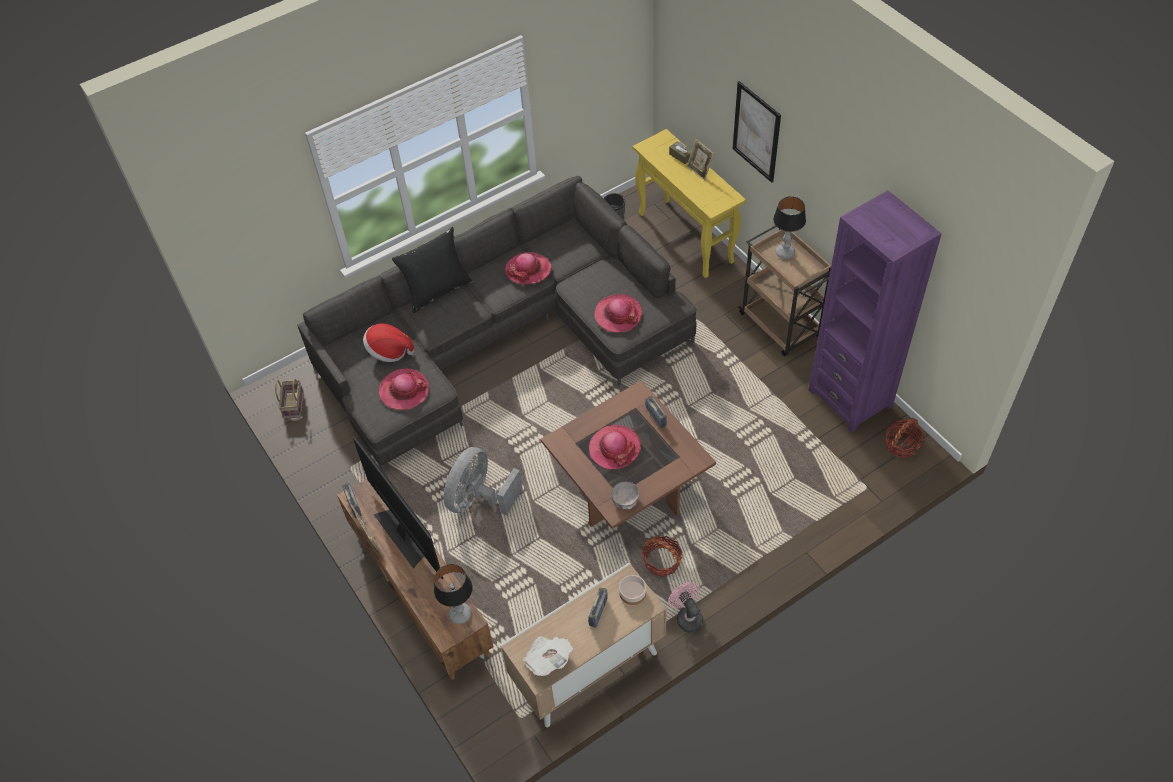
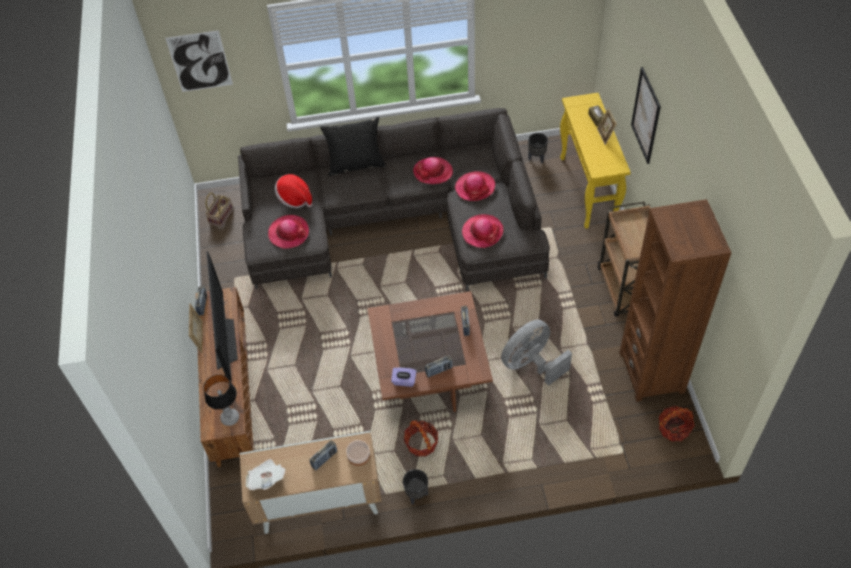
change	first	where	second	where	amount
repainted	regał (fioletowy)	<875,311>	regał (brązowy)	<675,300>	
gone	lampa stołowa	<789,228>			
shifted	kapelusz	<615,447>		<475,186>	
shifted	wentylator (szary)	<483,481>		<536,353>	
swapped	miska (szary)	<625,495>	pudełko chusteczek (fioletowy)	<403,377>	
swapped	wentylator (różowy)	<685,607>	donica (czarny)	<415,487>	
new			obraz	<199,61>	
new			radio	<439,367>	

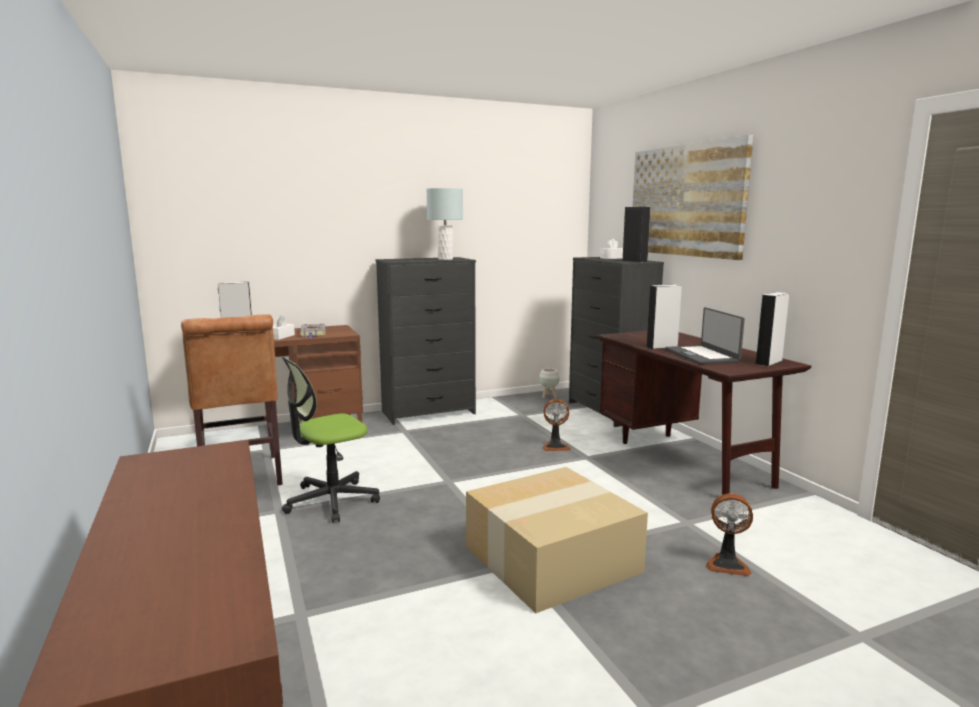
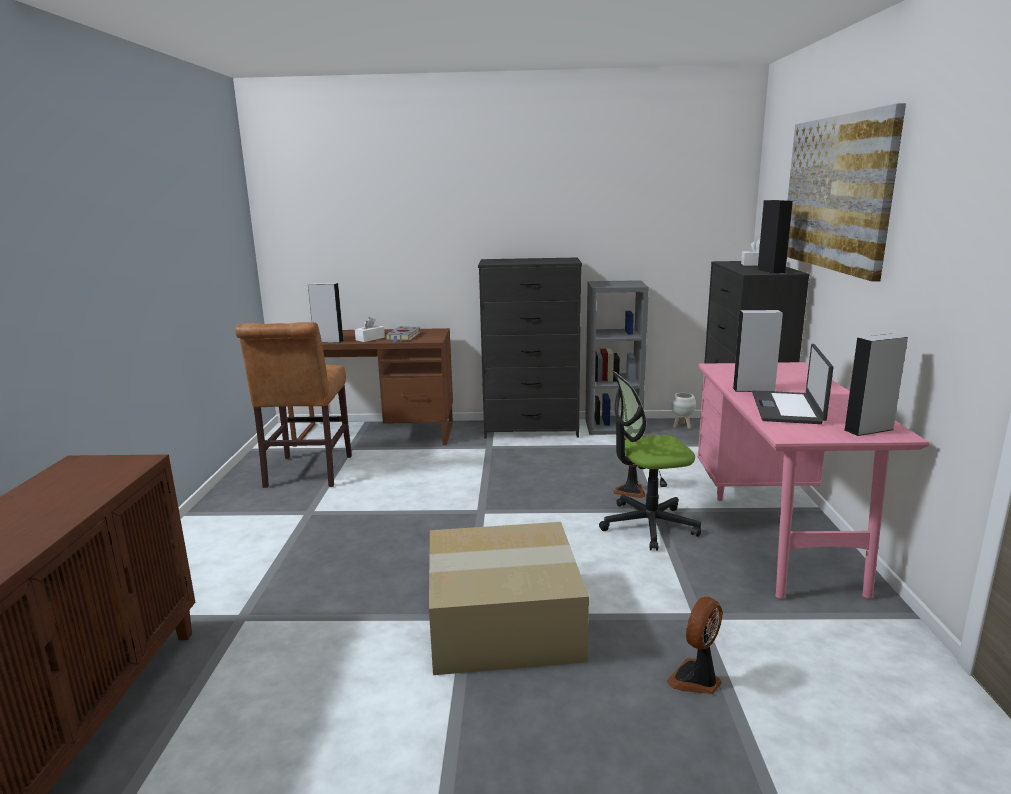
change	first	where	second	where	amount
gone	lampa stołowa (szary)	<445,224>			
repainted	biurko (brązowy)	<704,413>	biurko (różowy)	<813,480>	
shifted	krzesło biurowe	<331,439>		<650,461>	
rotated	wentylator	<729,534>		<694,645>	90 degrees clockwise
new			regał (szary)	<617,357>	

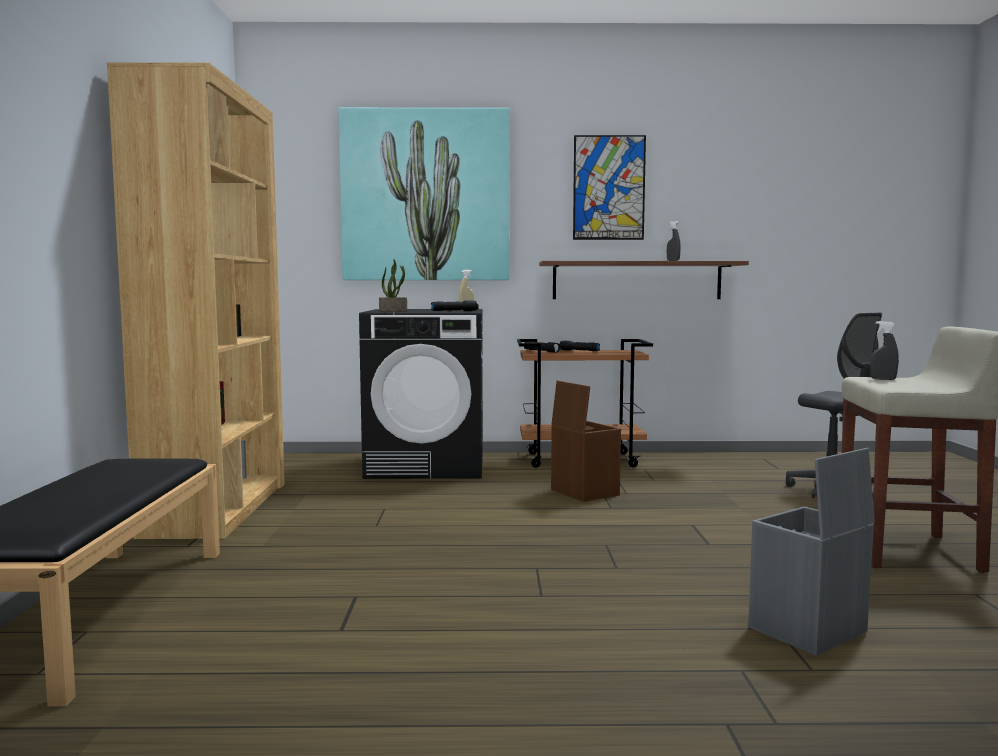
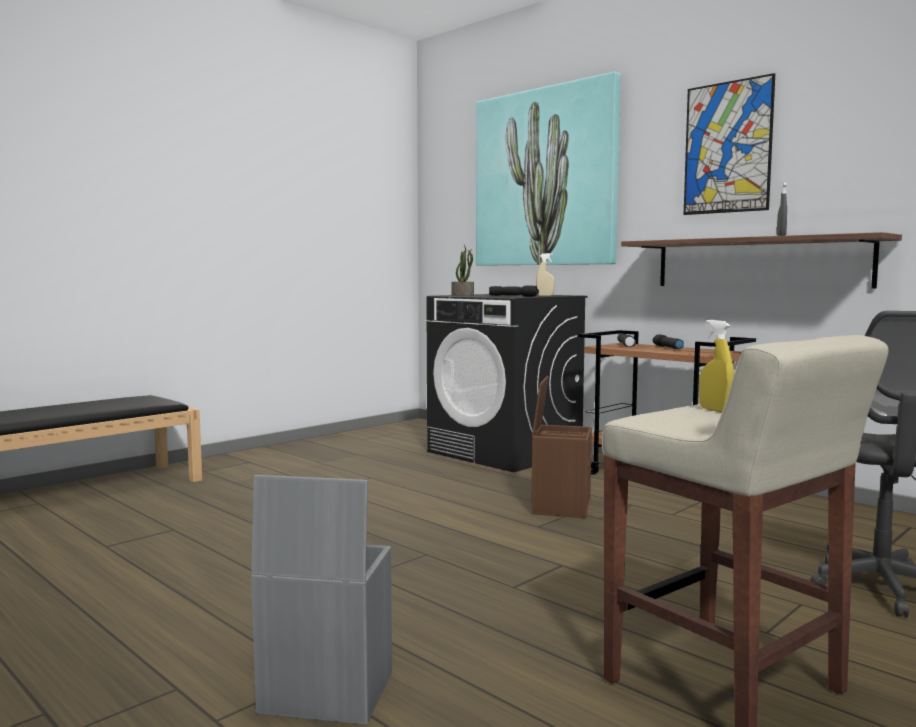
change	first	where	second	where	amount
gone	regał (brązowy)	<196,300>			
repainted	spryskiwacz (szary)	<884,350>	spryskiwacz (żółty)	<716,366>	

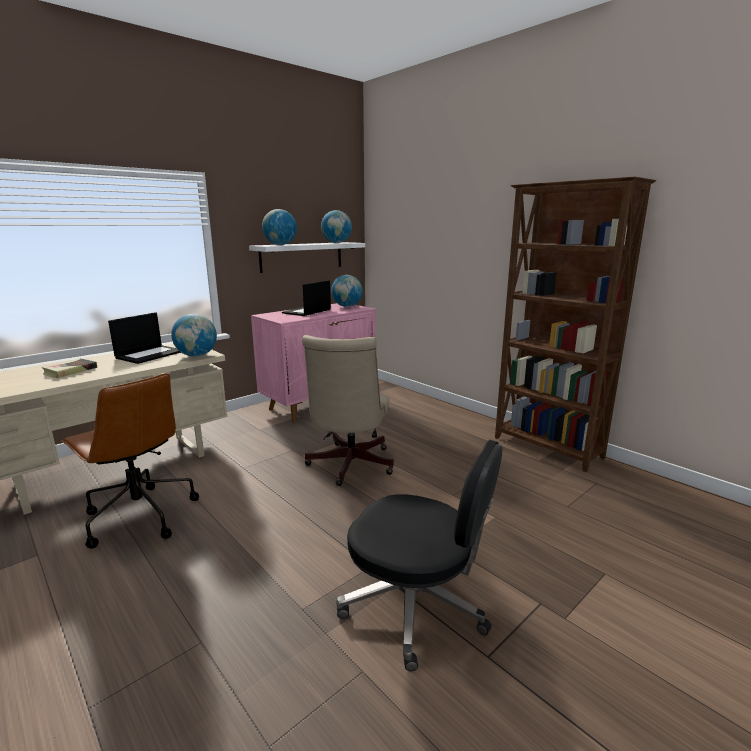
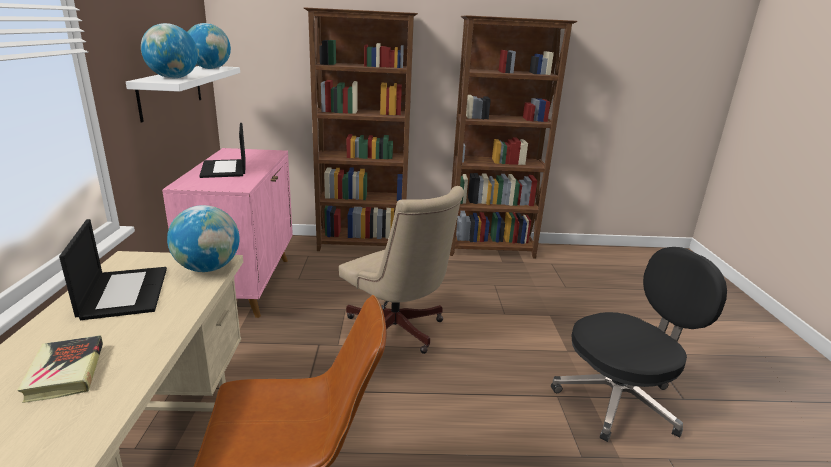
change	first	where	second	where	amount
gone	globus	<347,291>			
new			regał (brązowy)	<361,129>	

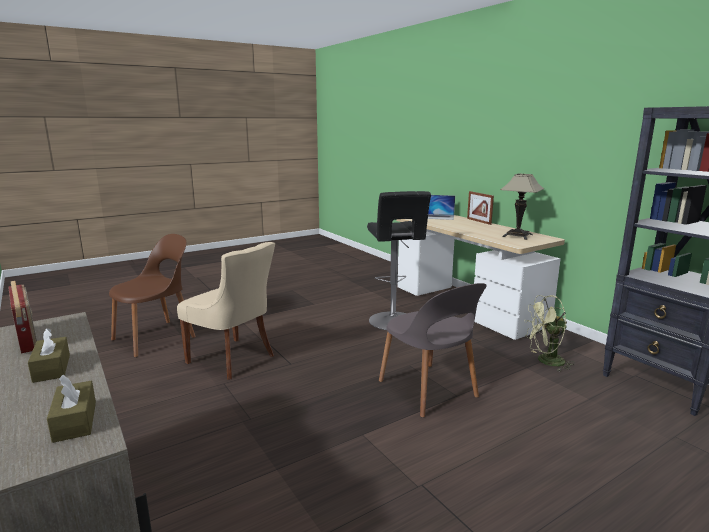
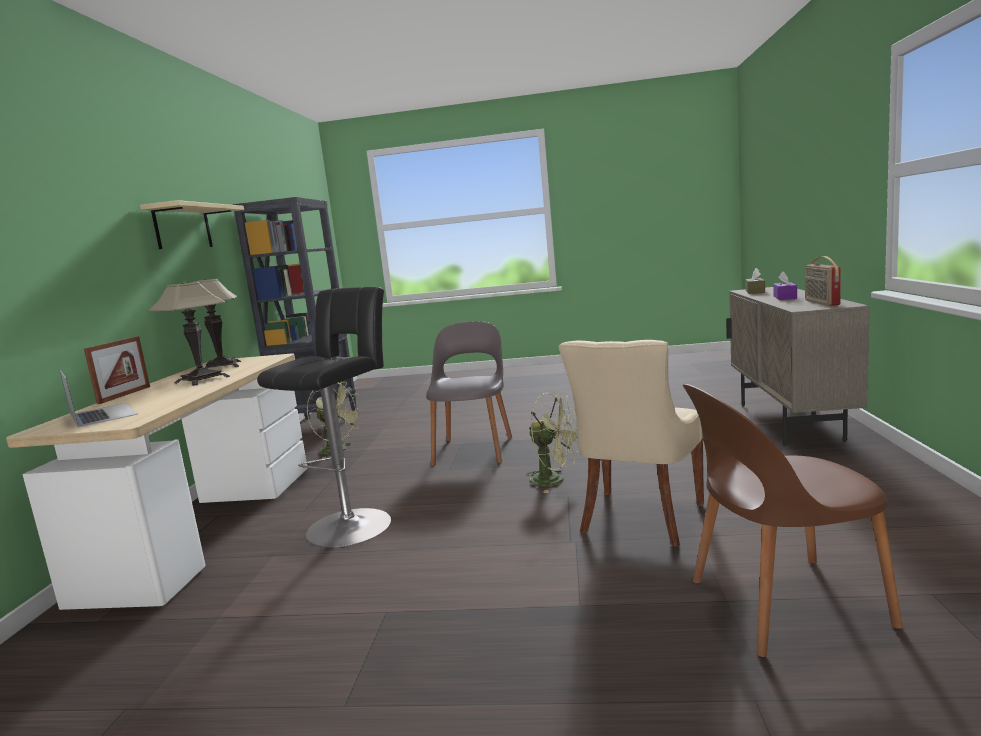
change	first	where	second	where	amount
rotated	krzesło (beżowy)	<226,311>		<631,443>	135 degrees counterclockwise
repainted	pudełko chusteczek (brązowy)	<49,355>	pudełko chusteczek (fioletowy)	<785,285>	
new			półka (beżowy)	<192,224>	
new			lampa stołowa	<189,334>	
new			wentylator (zielony)	<552,443>	

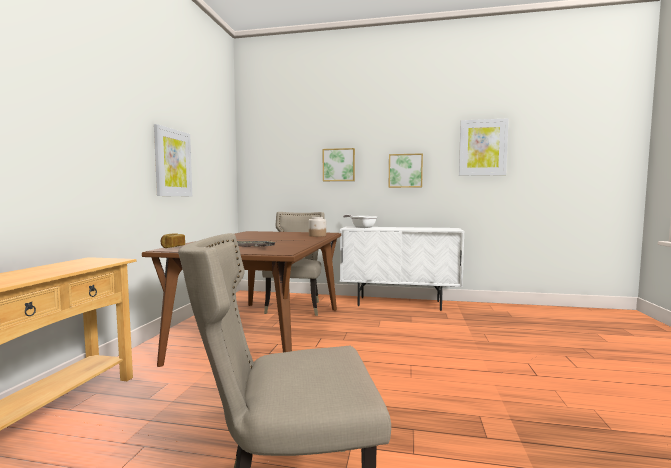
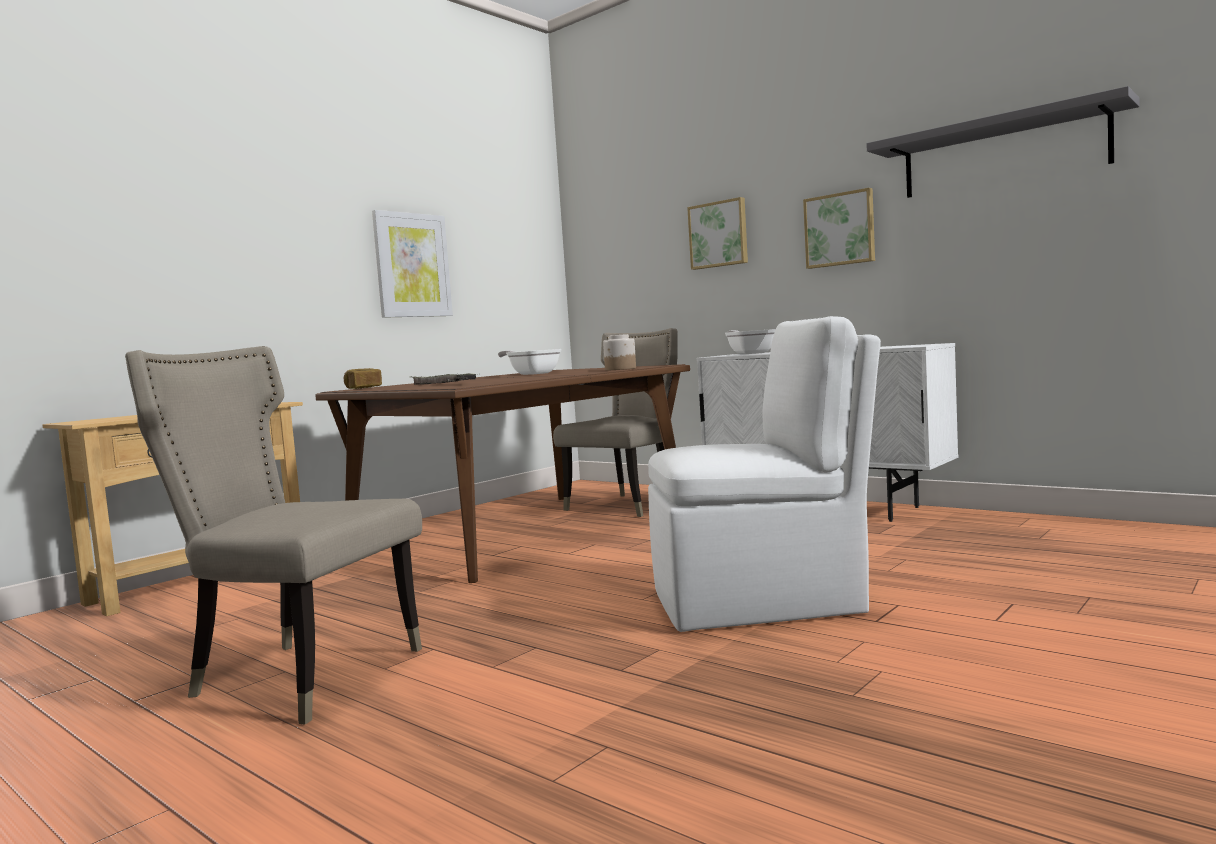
change	first	where	second	where	amount
swapped	obraz	<484,147>	półka (szary)	<1003,142>	
new			krzesło (biały)	<764,474>	
new			patelnia	<529,362>	

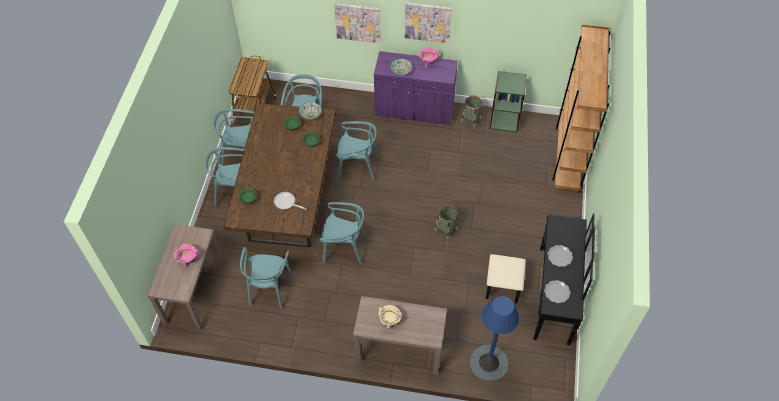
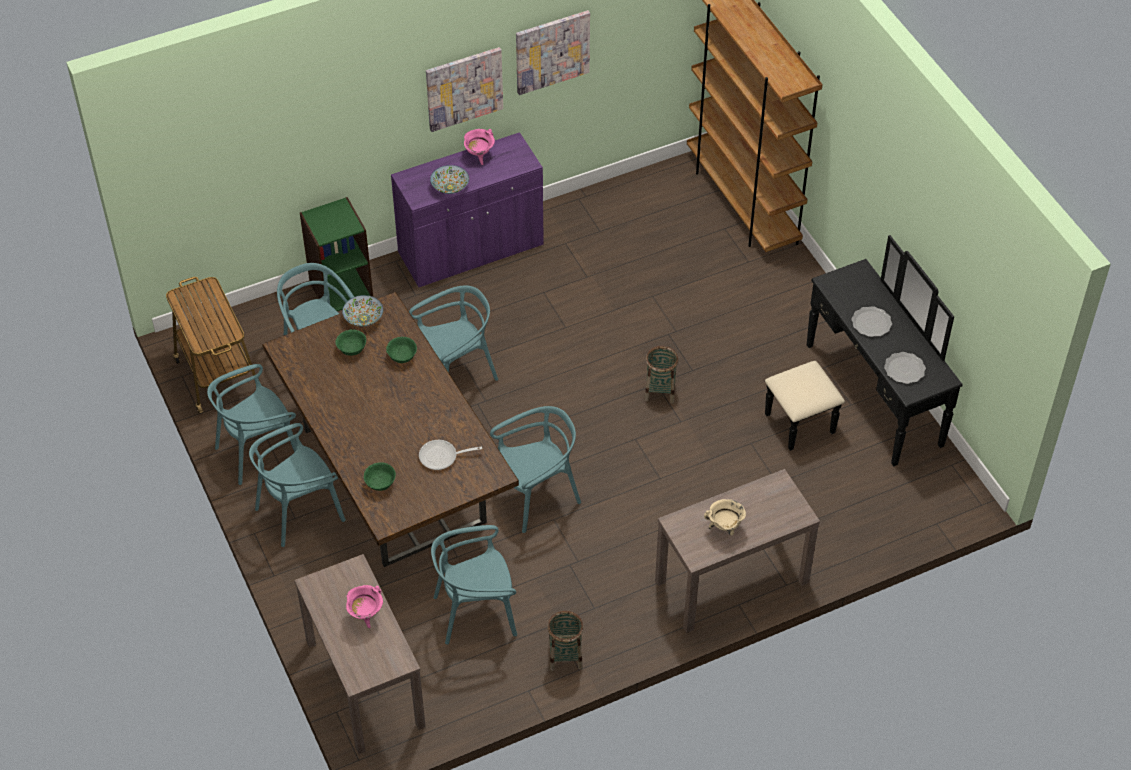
change	first	where	second	where	amount
shifted	obraz	<357,23>		<553,52>	
shifted	regał (zielony)	<508,101>		<336,254>	
shifted	koszyk	<471,111>		<566,641>	
rotated	krzesło (turkusowy)	<266,278>		<474,585>	105 degrees clockwise
gone	lampa stojąca (niebieski)	<494,338>			

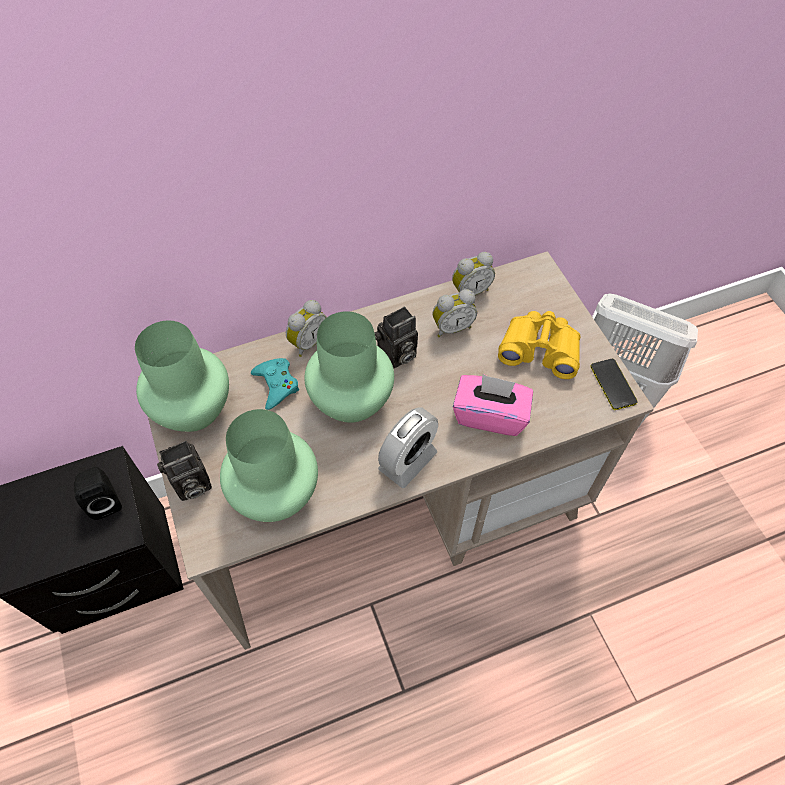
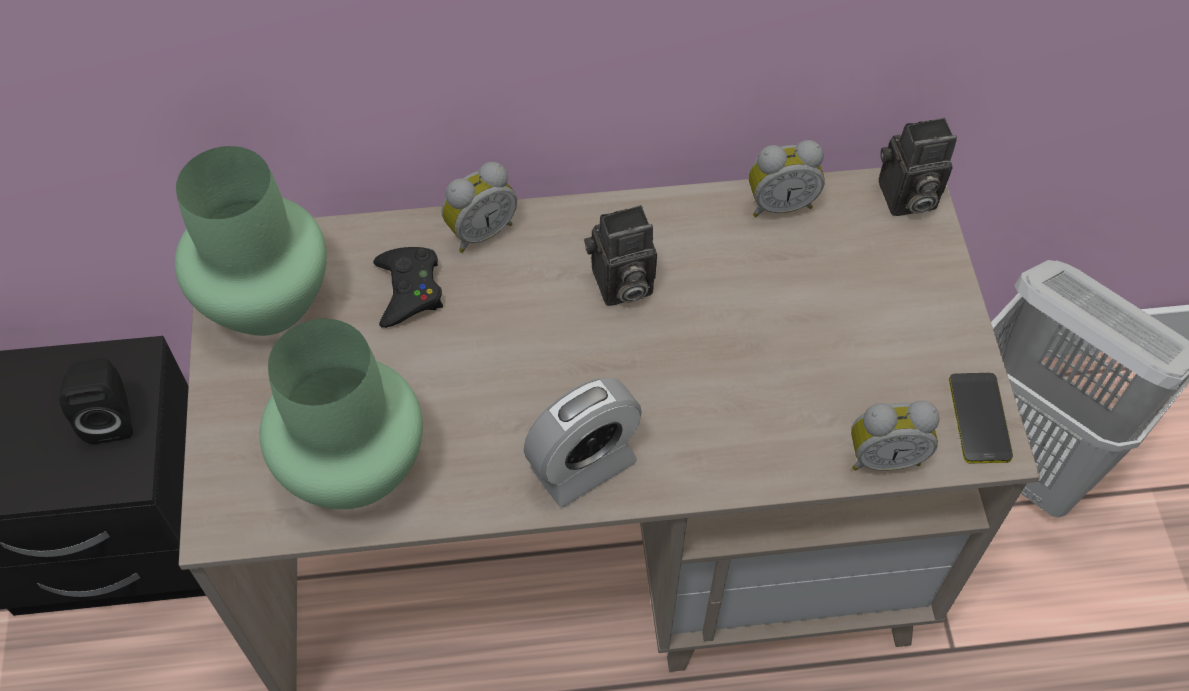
change	first	where	second	where	amount
shifted	budzik	<454,313>		<895,435>	
gone	wazon (zielony)	<349,367>			
gone	lornetka (żółty)	<539,345>			
repainted	pad do gier (turkusowy)	<275,384>	pad do gier (czarny)	<408,287>	
gone	pudełko chusteczek (różowy)	<493,405>			
shifted	aparat fotograficzny	<184,471>		<918,167>	

